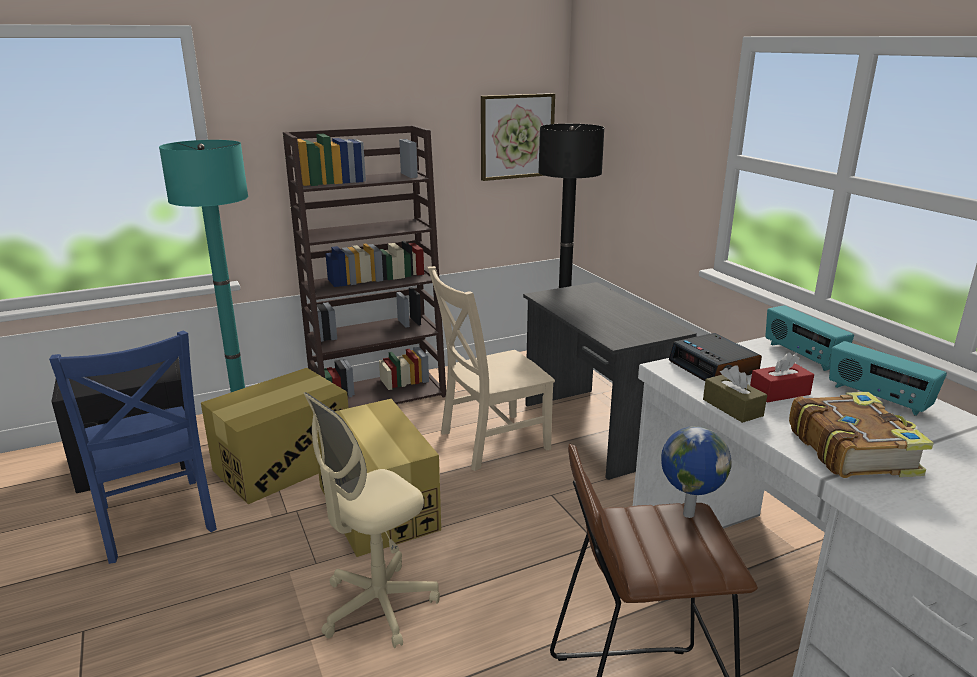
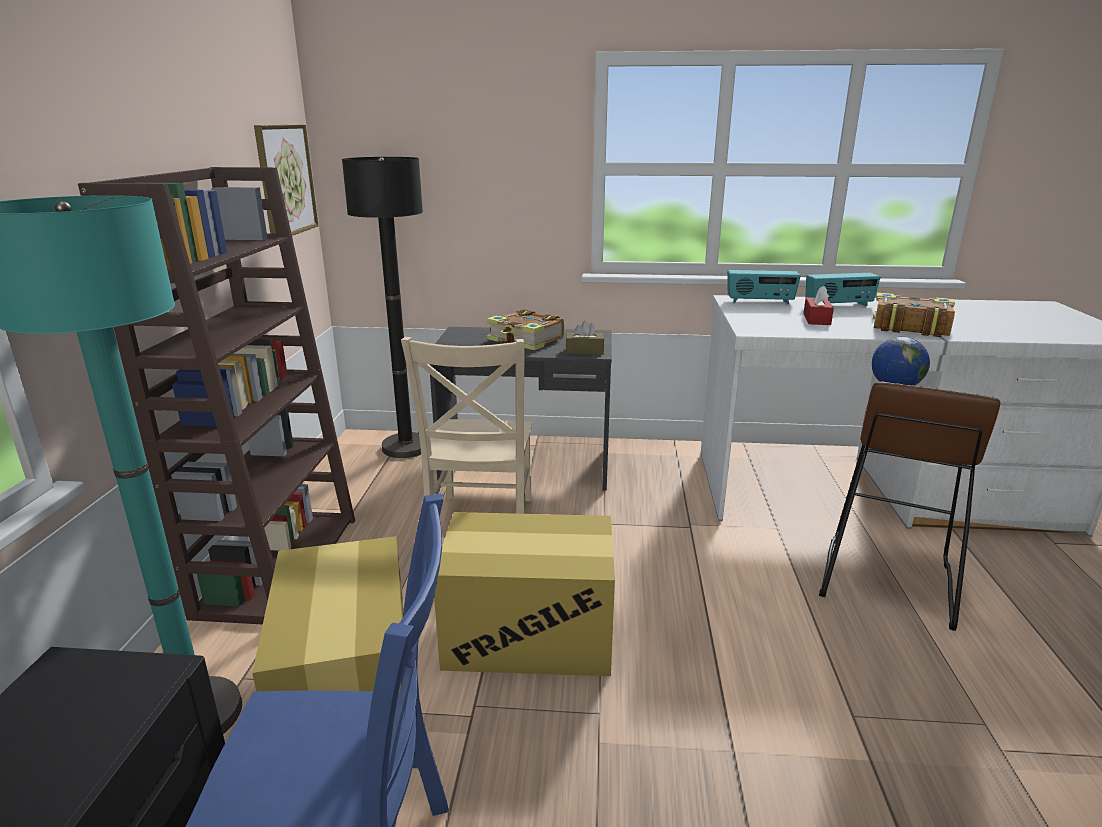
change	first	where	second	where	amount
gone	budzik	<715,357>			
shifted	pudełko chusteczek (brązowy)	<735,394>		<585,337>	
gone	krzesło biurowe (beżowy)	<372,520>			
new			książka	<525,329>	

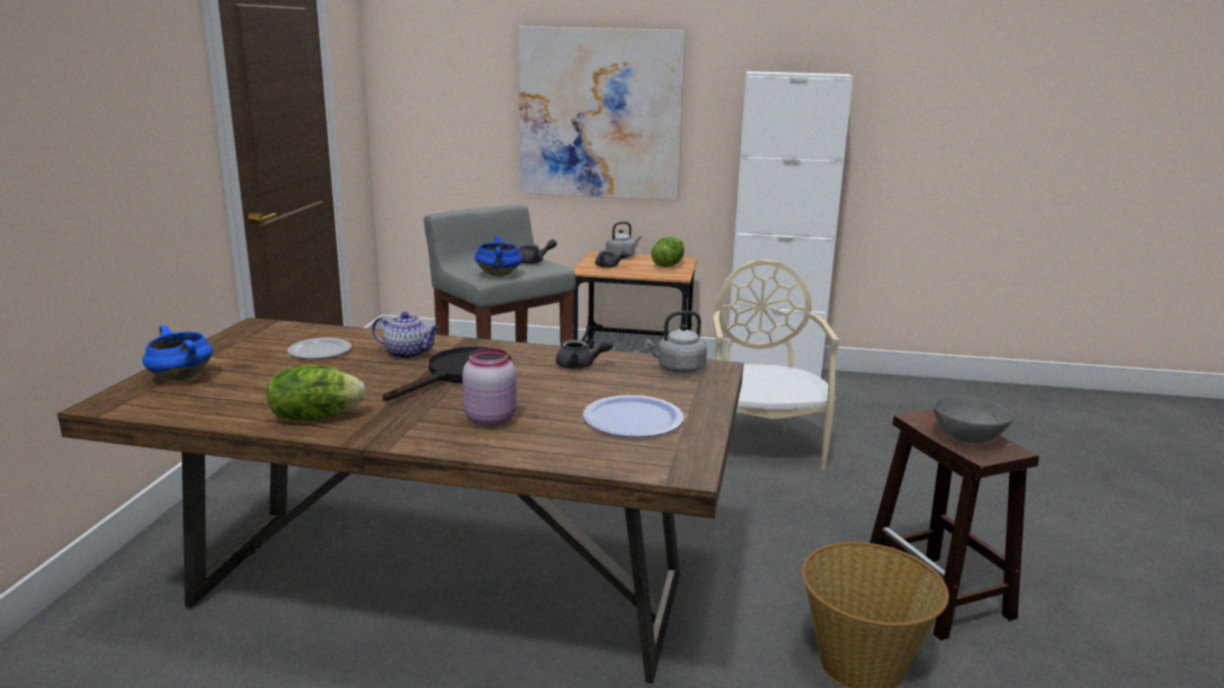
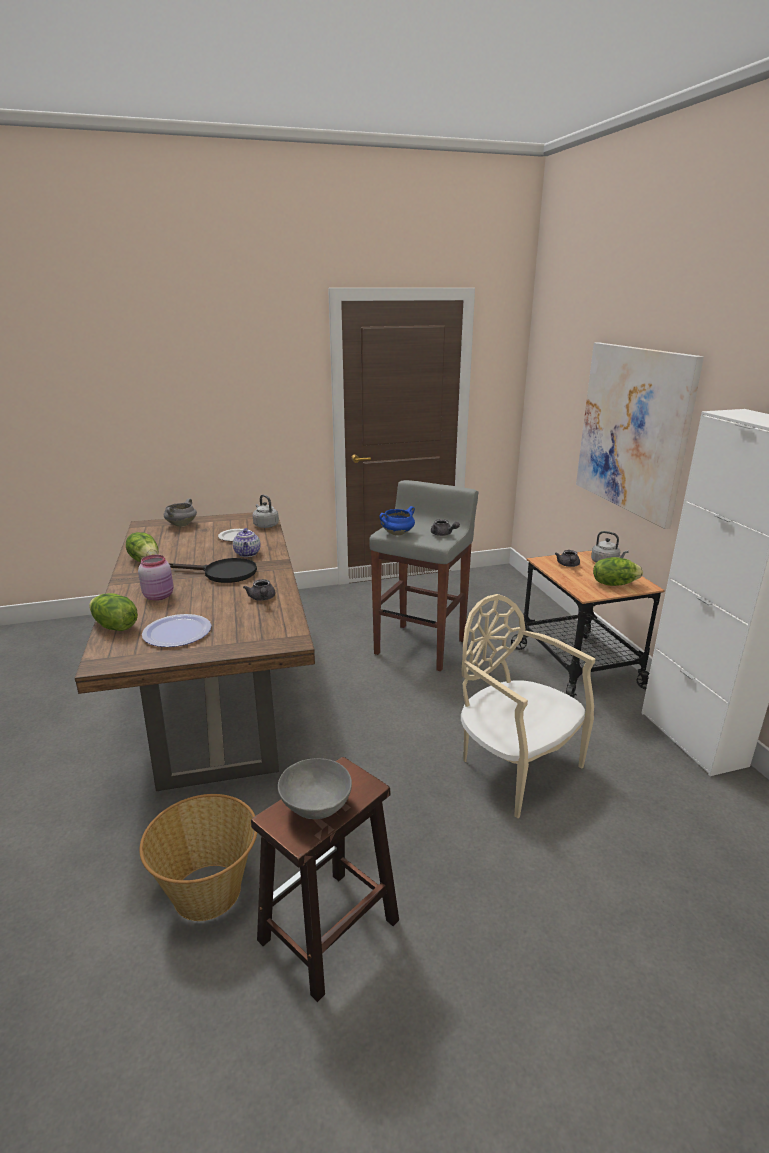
change	first	where	second	where	amount
rotated	krzesło (beżowy)	<776,365>		<528,706>	105 degrees counterclockwise
shifted	czajnik (szary)	<675,342>		<266,511>	
repainted	garnek (niebieski)	<177,353>	garnek (szary)	<180,512>	
new			sałata	<113,612>	

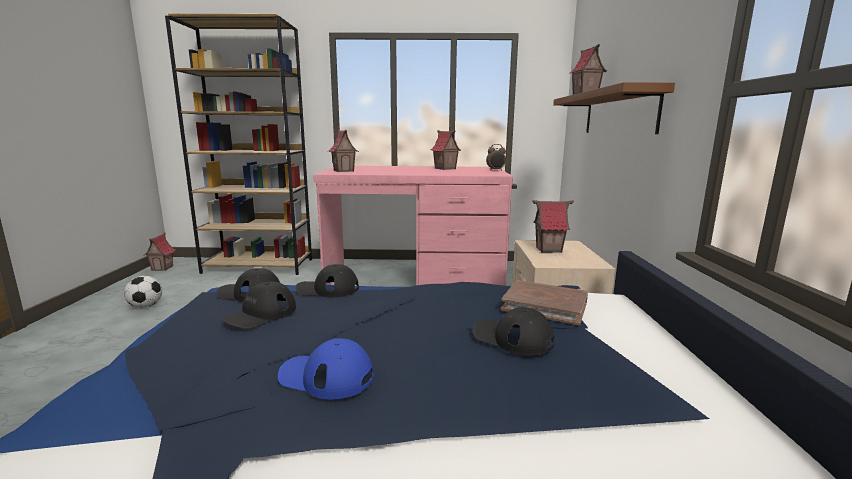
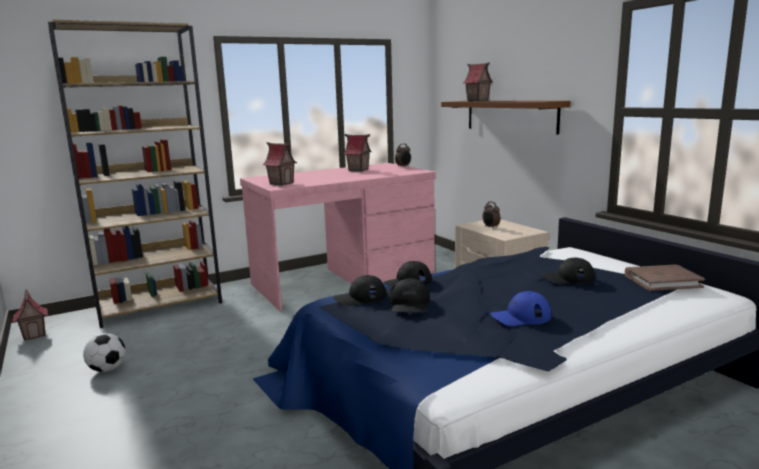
change	first	where	second	where	amount
swapped	domek	<553,226>	budzik	<492,214>	
shifted	książka (brązowy)	<544,302>		<665,278>	

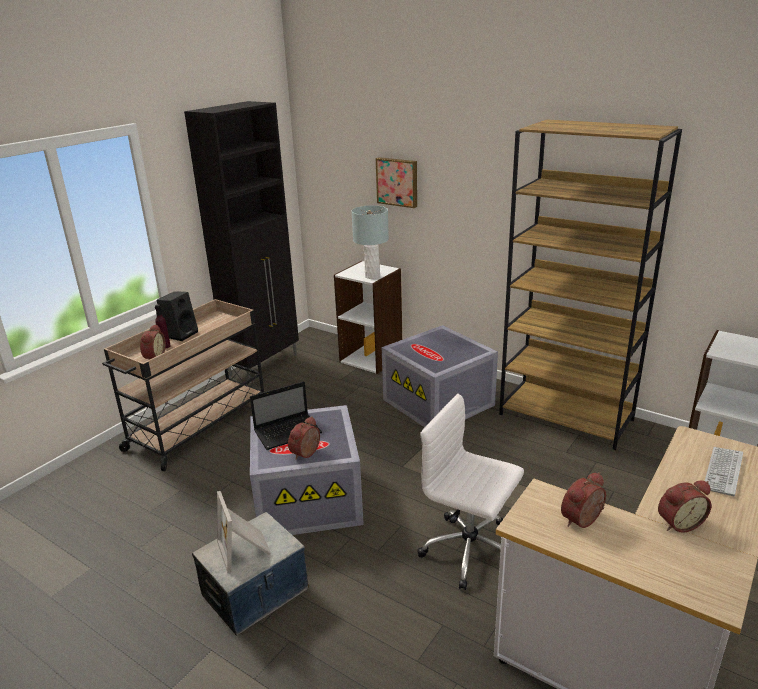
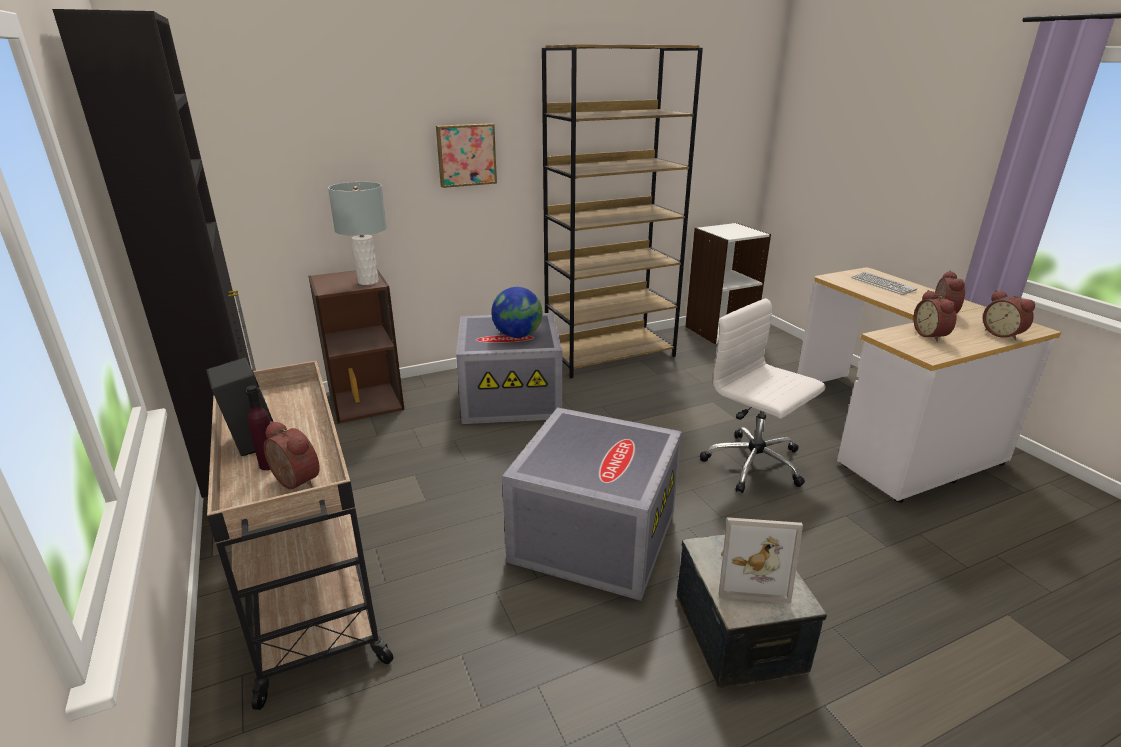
change	first	where	second	where	amount
shifted	obraz	<396,182>		<466,155>	
repainted	regał (biały)	<368,317>	regał (brązowy)	<356,346>	
gone	laptop	<286,415>			
rotated	krzesło biurowe (biały)	<470,491>		<762,395>	75 degrees clockwise
shifted	budzik	<304,437>		<1009,315>	
new			globus	<516,312>	

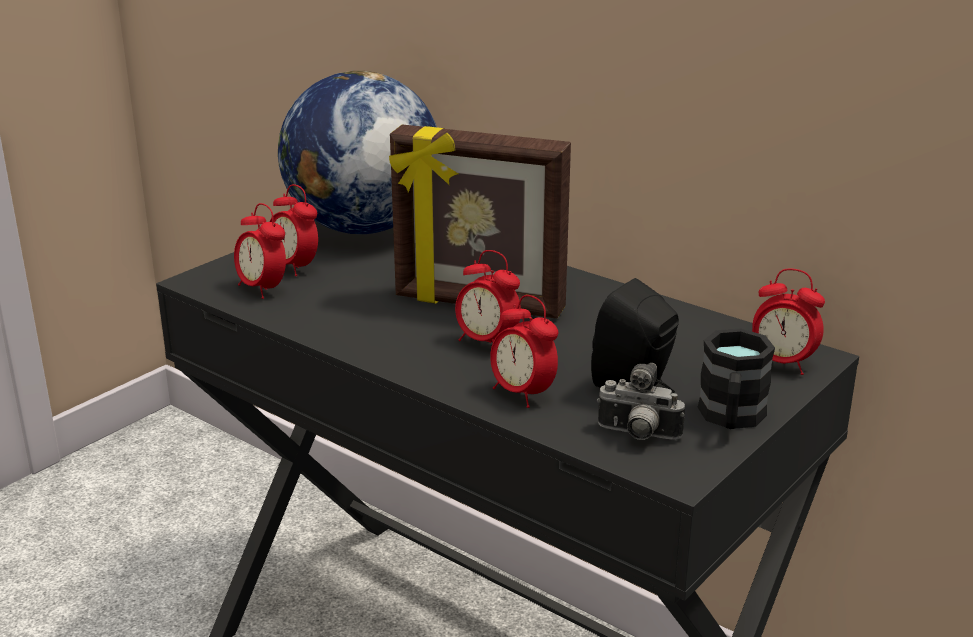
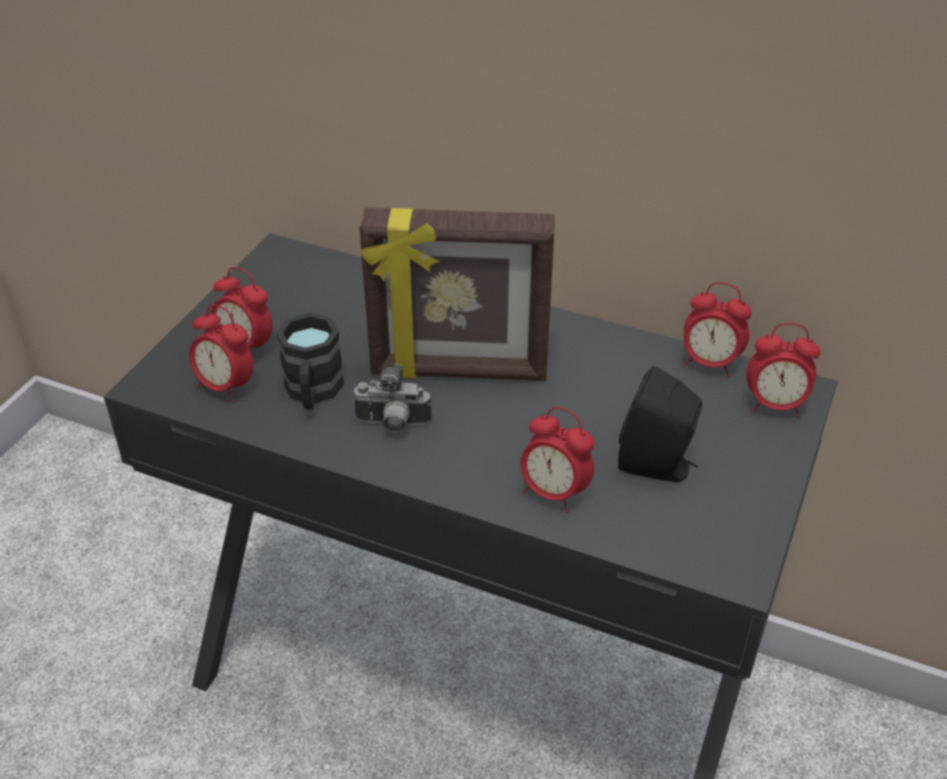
change	first	where	second	where	amount
gone	globus	<357,152>			
shifted	budzik	<488,296>		<718,329>	
shifted	kubek (czarny)	<736,378>		<310,361>	
shifted	aparat fotograficzny	<641,401>		<391,398>	

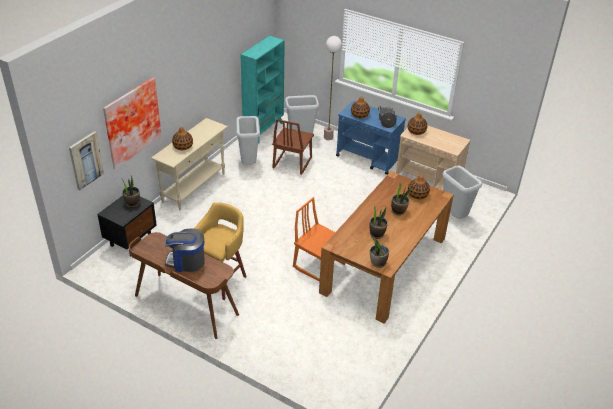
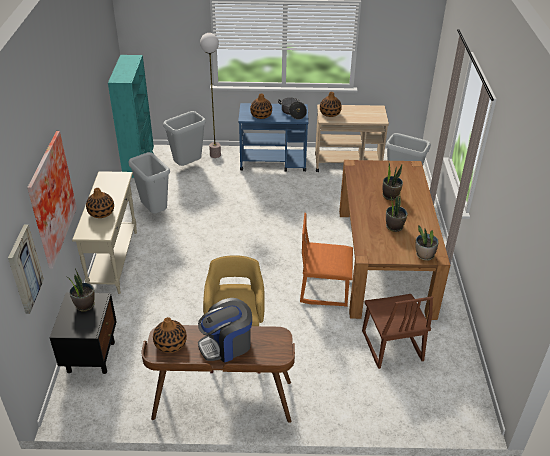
change	first	where	second	where	amount
shifted	krzesło (brązowy)	<293,147>		<397,331>	
shifted	wazon	<419,187>		<170,335>	

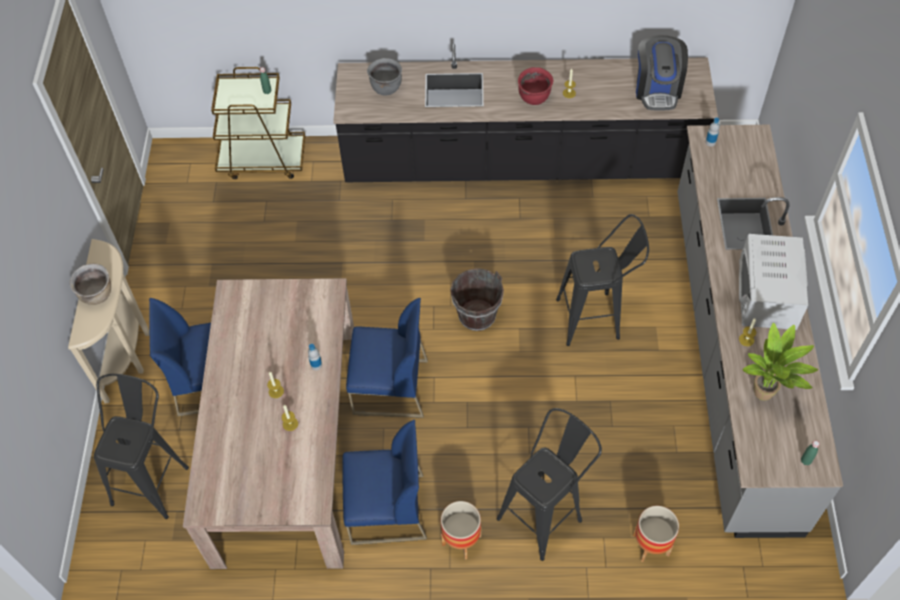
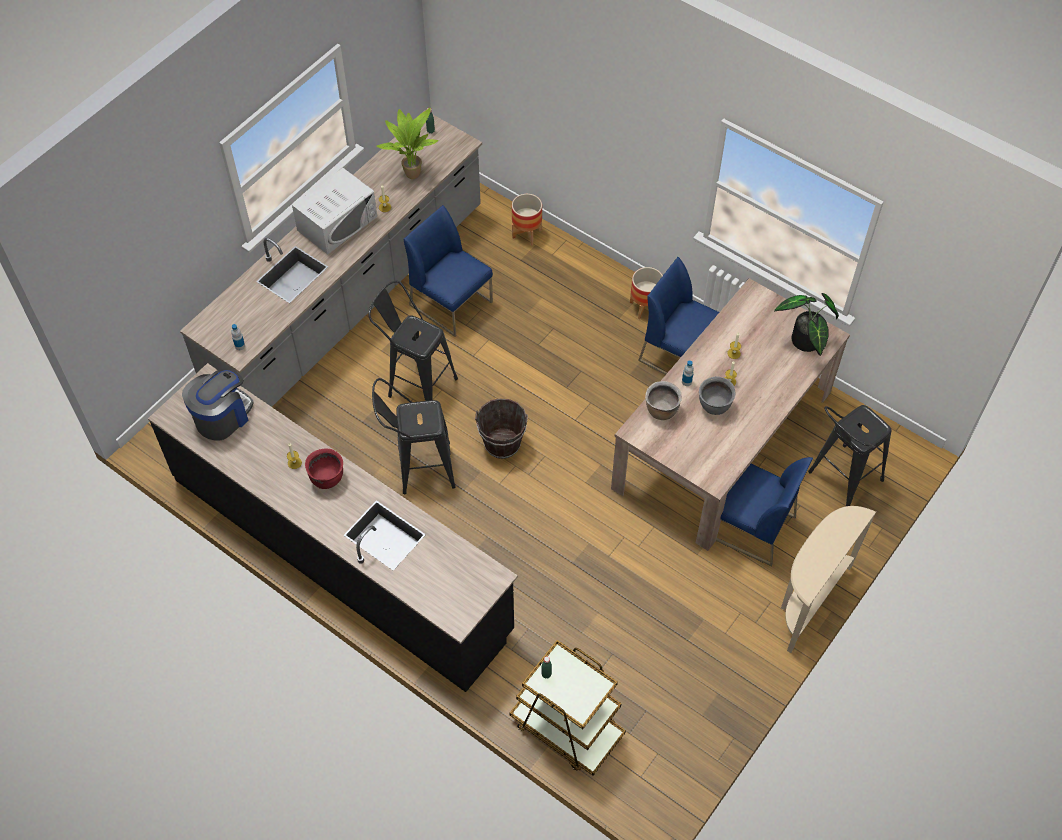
change	first	where	second	where	amount
shifted	garnek (szary)	<384,76>		<717,395>	
shifted	garnek (brązowy)	<90,284>		<663,400>	
shifted	krzesło (niebieski)	<387,358>		<448,271>	
shifted	stołek (czarny)	<549,484>		<413,436>	
new			roślina doniczkowa	<806,324>	

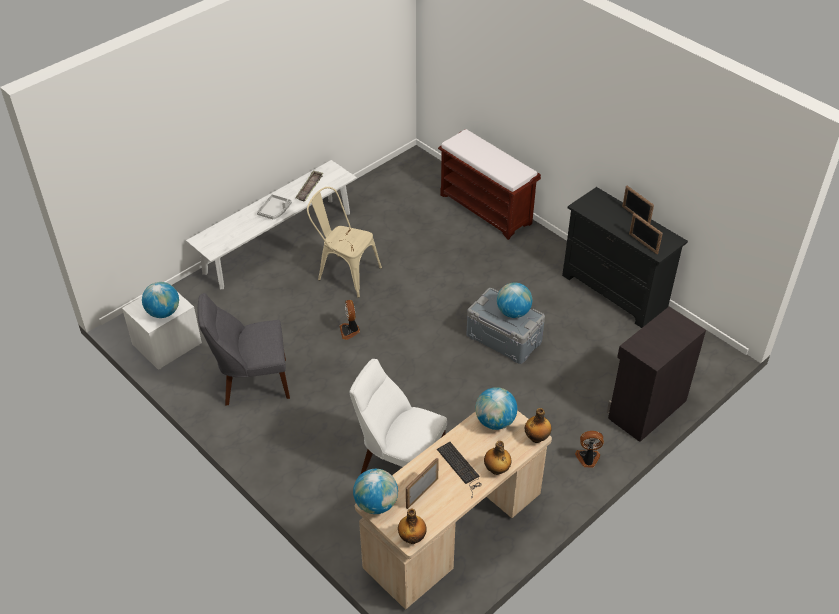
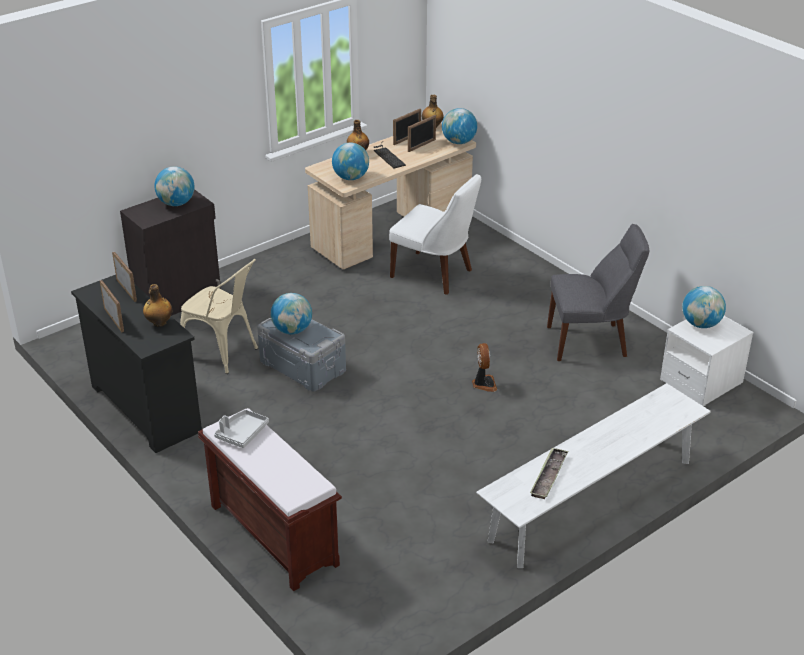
change	first	where	second	where	amount
shifted	krzesło (beżowy)	<344,242>		<219,316>	
shifted	taca (szary)	<274,207>		<241,429>	
shifted	butelka	<538,425>		<157,305>	
gone	wentylator	<589,449>			
new			ramka na zdjęcie	<407,126>	
new			globus	<174,186>	

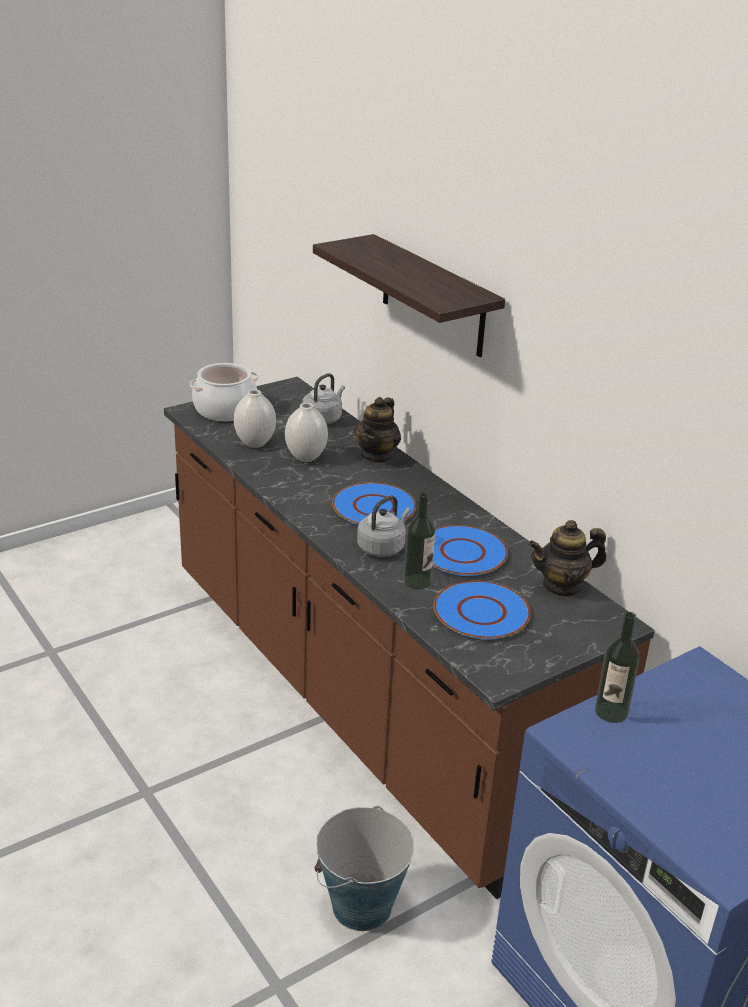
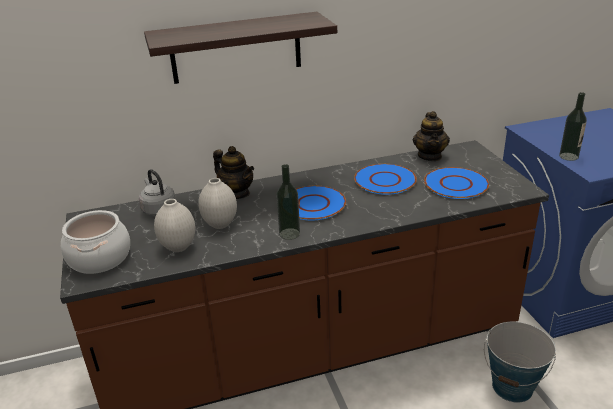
change	first	where	second	where	amount
shifted	butelka	<419,541>		<288,202>	
gone	czajnik (szary)	<384,526>			

